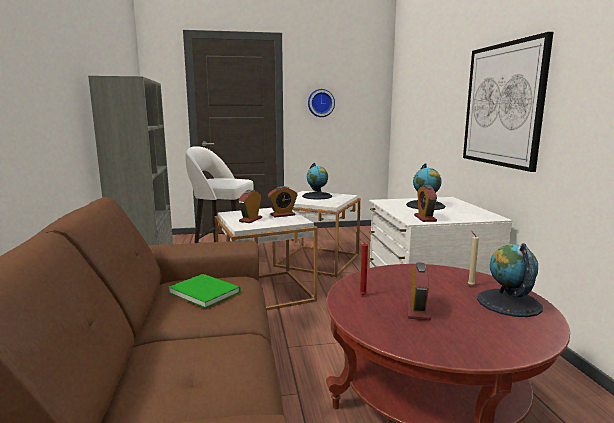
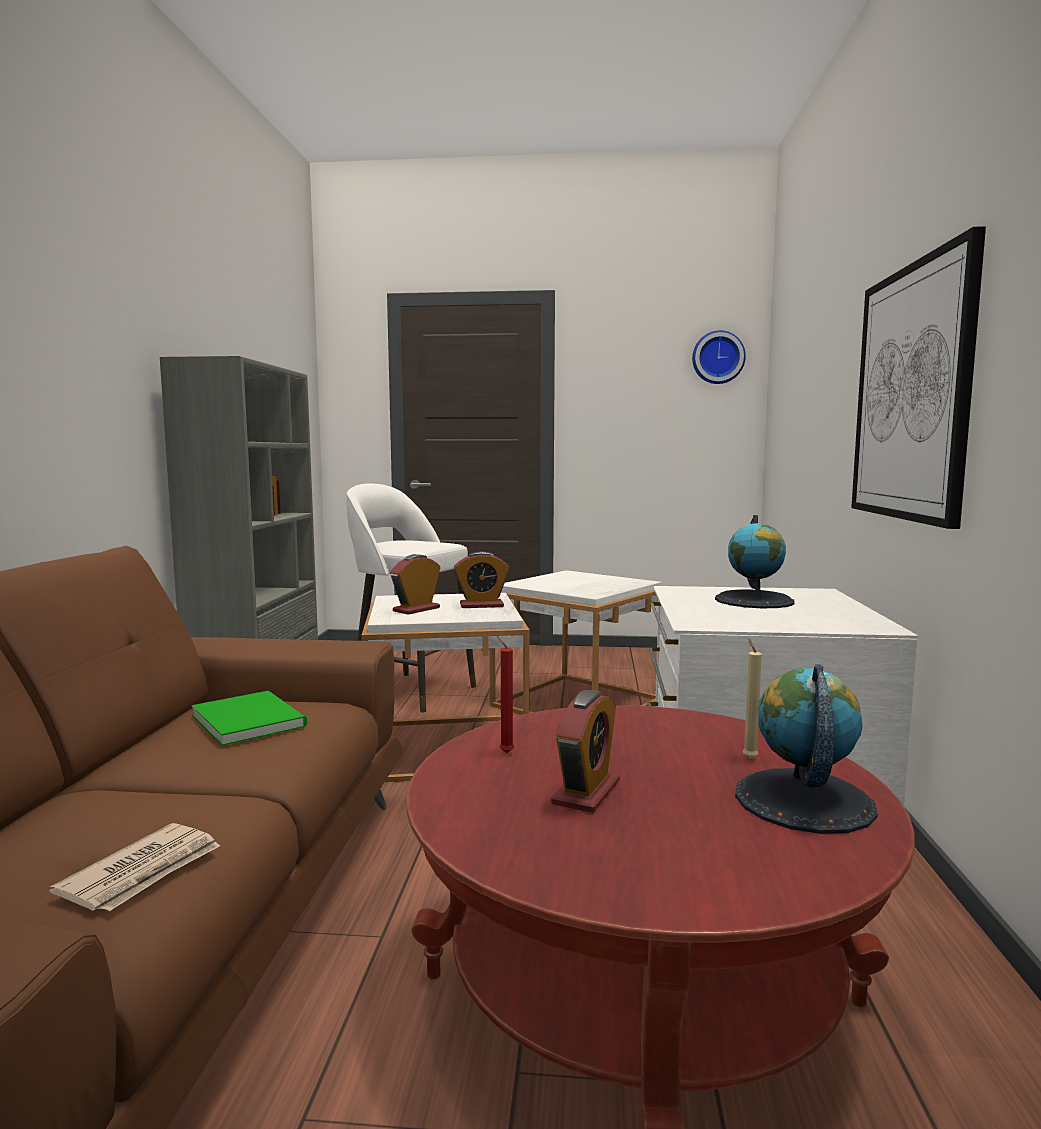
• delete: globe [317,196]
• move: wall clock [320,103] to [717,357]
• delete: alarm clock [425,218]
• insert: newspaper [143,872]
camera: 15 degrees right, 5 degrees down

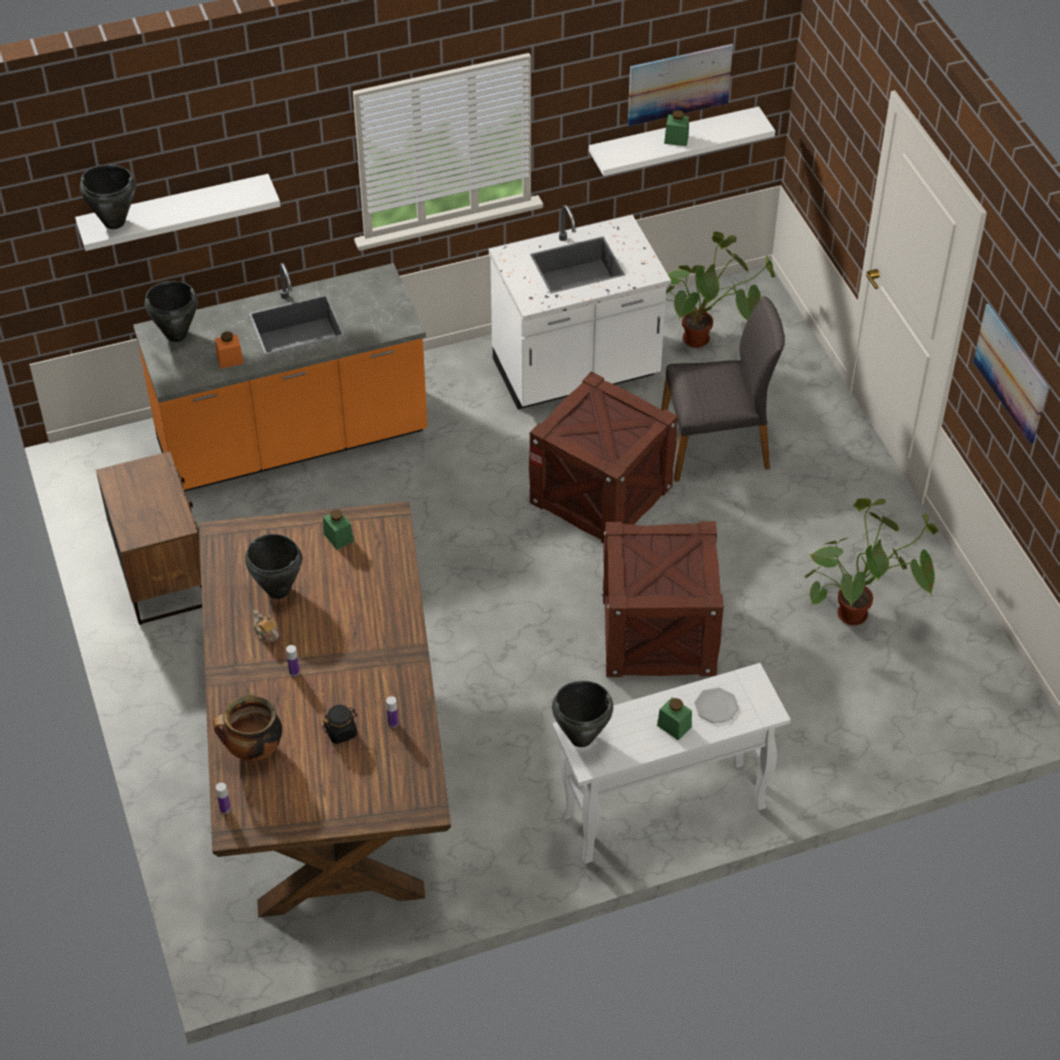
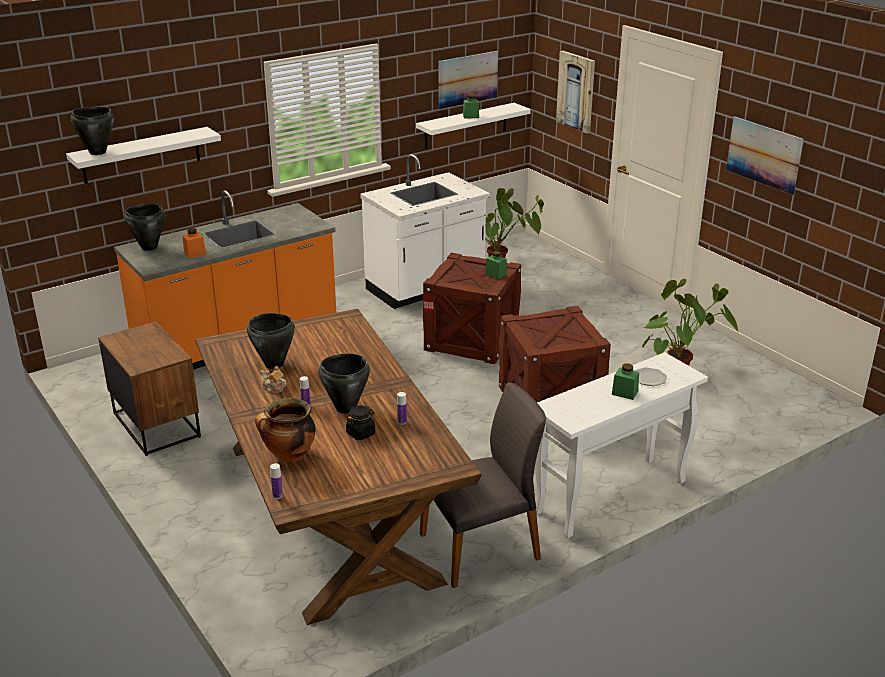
• move: jar/green [338,537] to [496,274]
• move: cooking pot/black [580,737] to [345,408]
• move: chair/grey [716,445] to [481,547]
• insert: picture [576,91]
camera: 15 degrees left, 20 degrees down

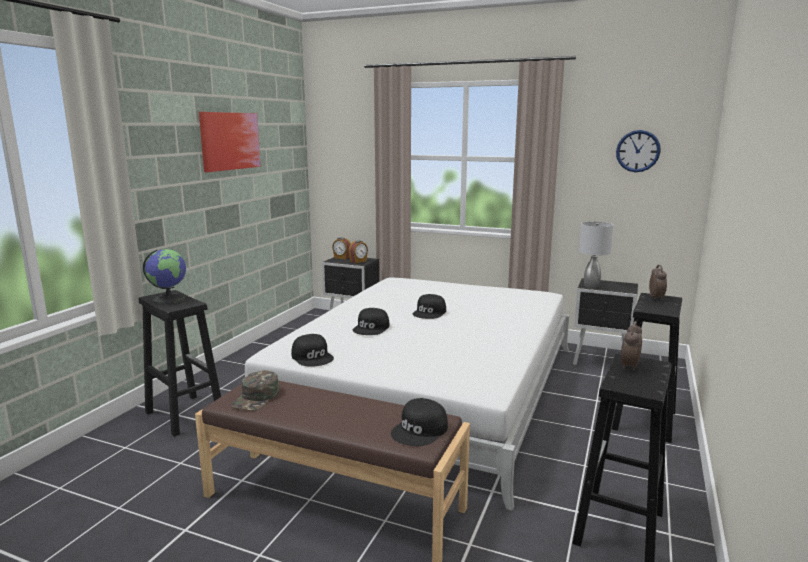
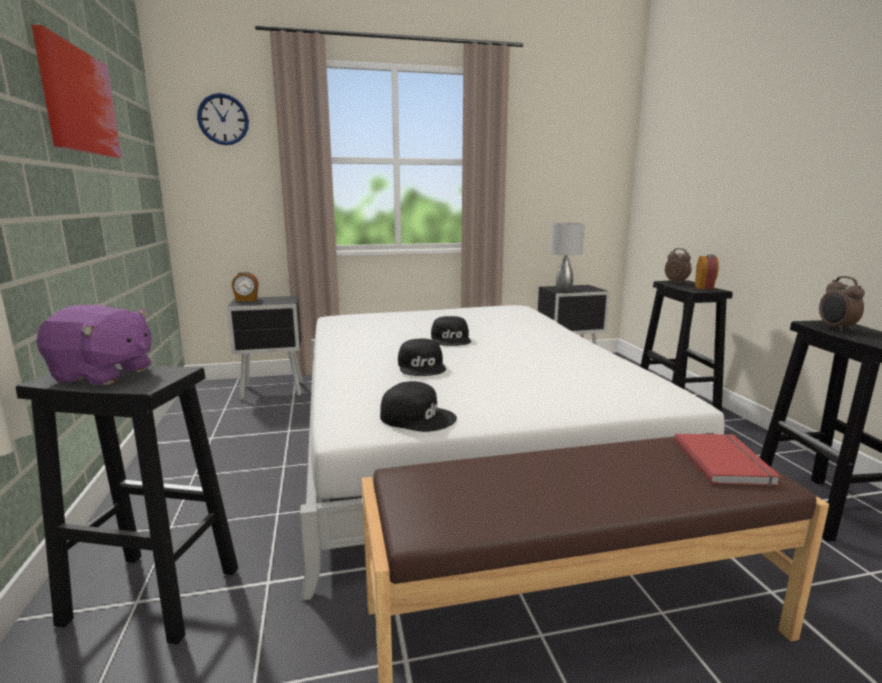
• replace: globe [169,299] to plush toy/purple [103,374]
• delete: cap/green [256,398]
• move: alarm clock [358,261] to [704,287]
• replace: cap/black [420,430] to book/red [725,461]
• move: wall clock [638,151] to [223,119]
camera: 35 degrees left, 0 degrees up

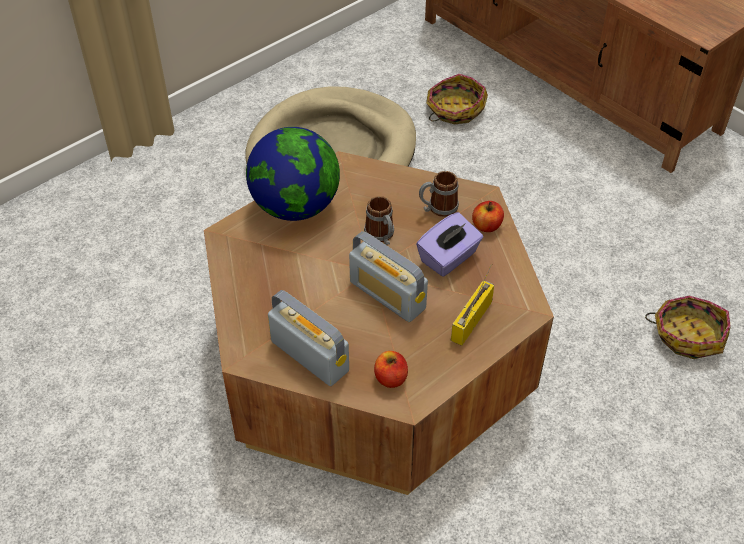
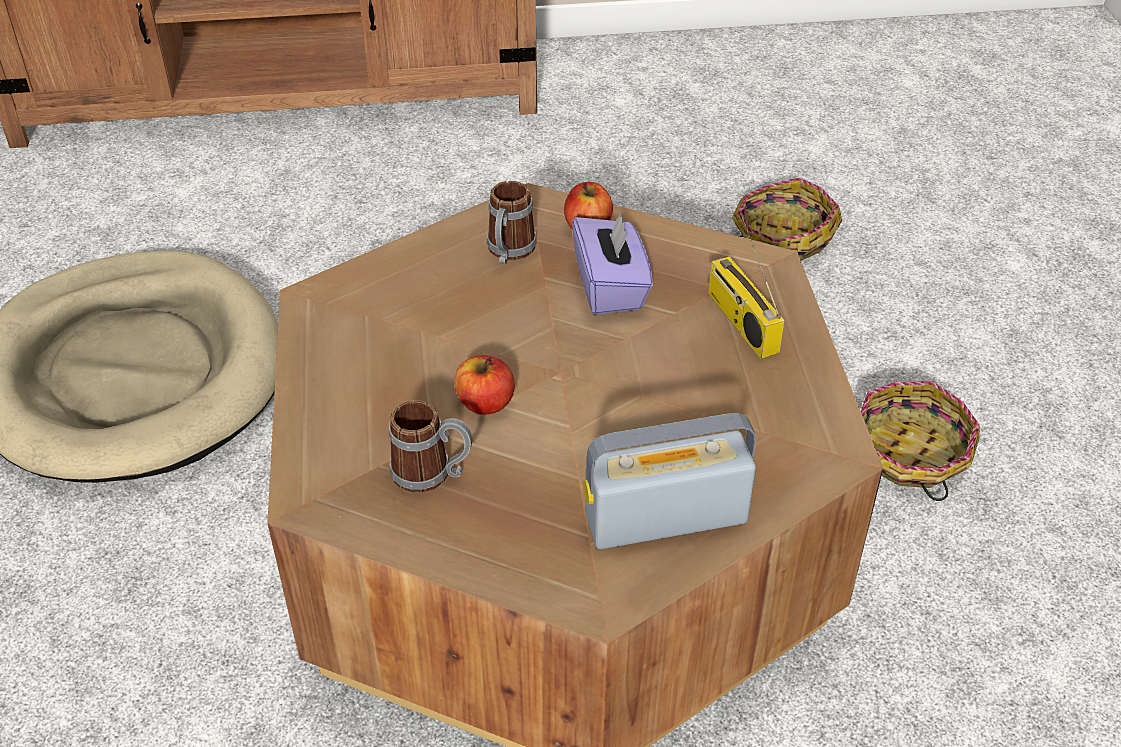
• delete: globe [295,207]
• delete: radio [387,295]
• move: mug [381,237] to [432,474]
• move: apple [390,378] to [485,403]
• move: basket [454,109] to [909,455]
camera: 55 degrees left, 5 degrees down

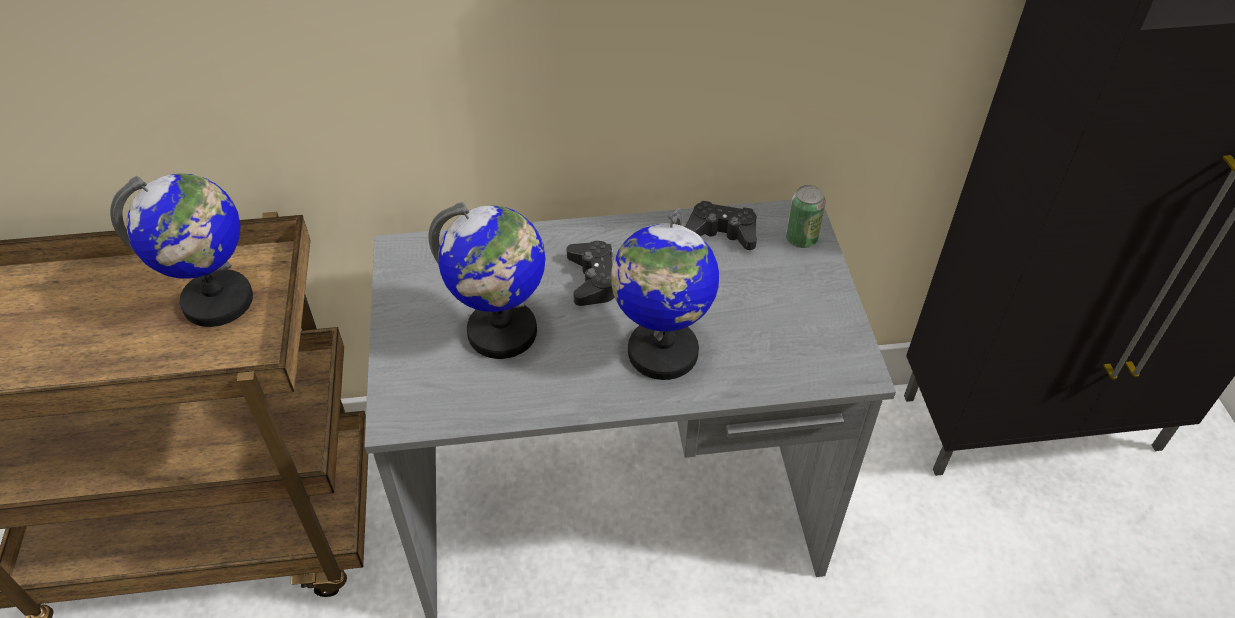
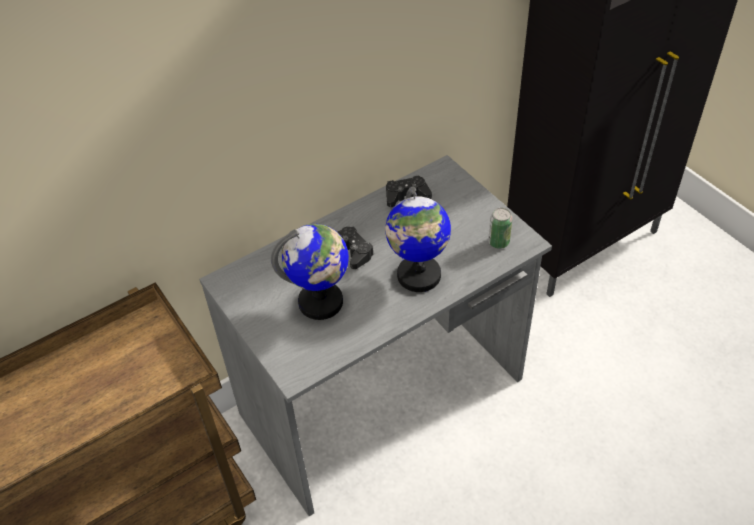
• delete: globe [218,301]
• move: can [801,239] to [498,242]
camera: 25 degrees left, 0 degrees up

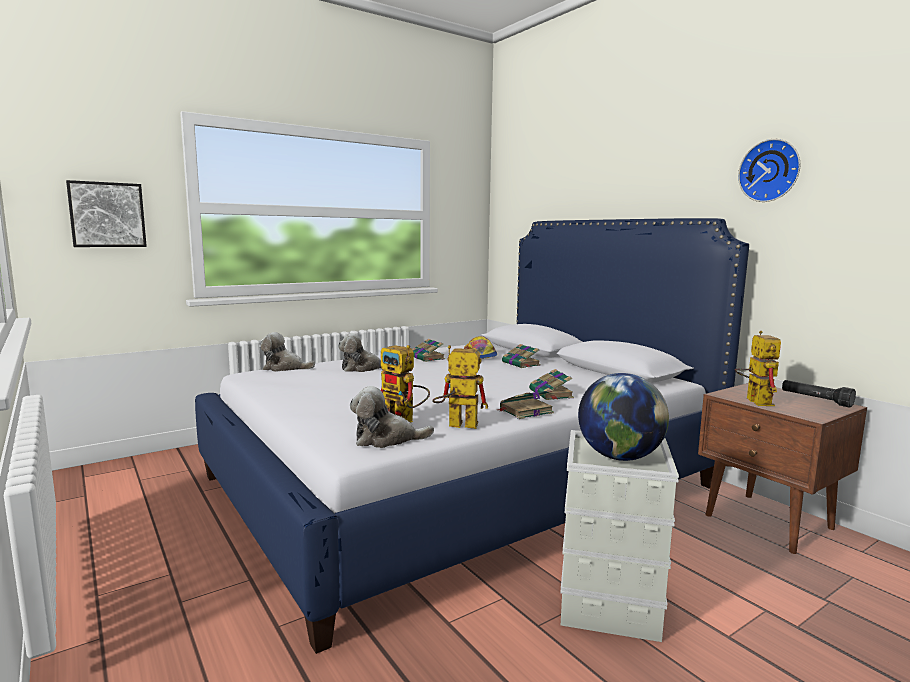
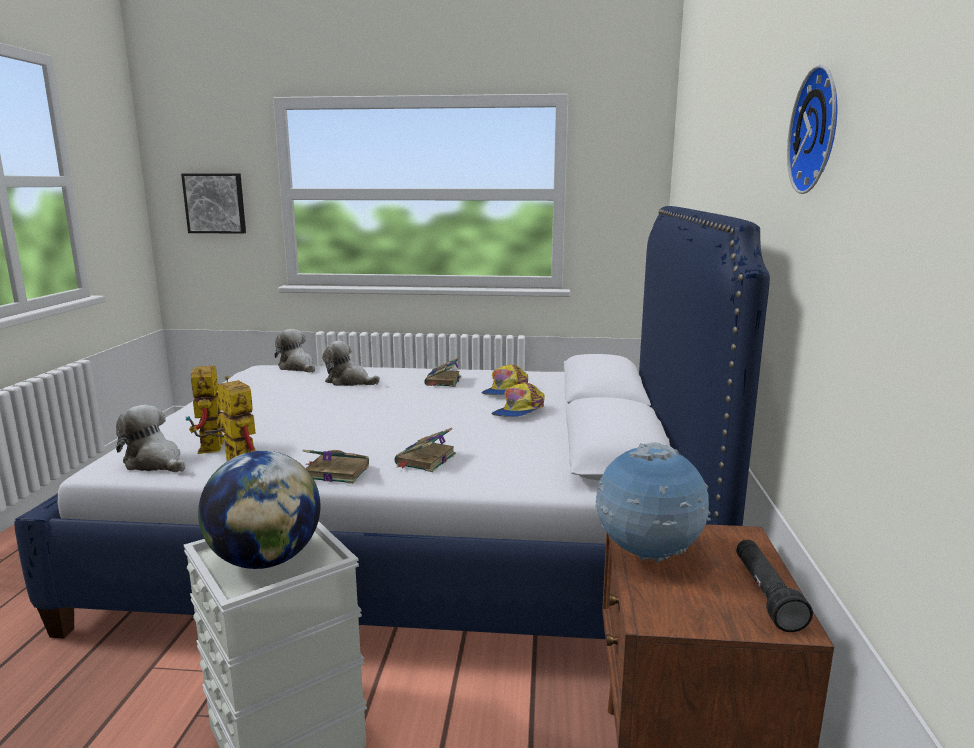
• replace: book [521,364] to cap [519,411]
• replace: toy robot [754,400] to globe [647,556]
camera: 40 degrees right, 5 degrees up

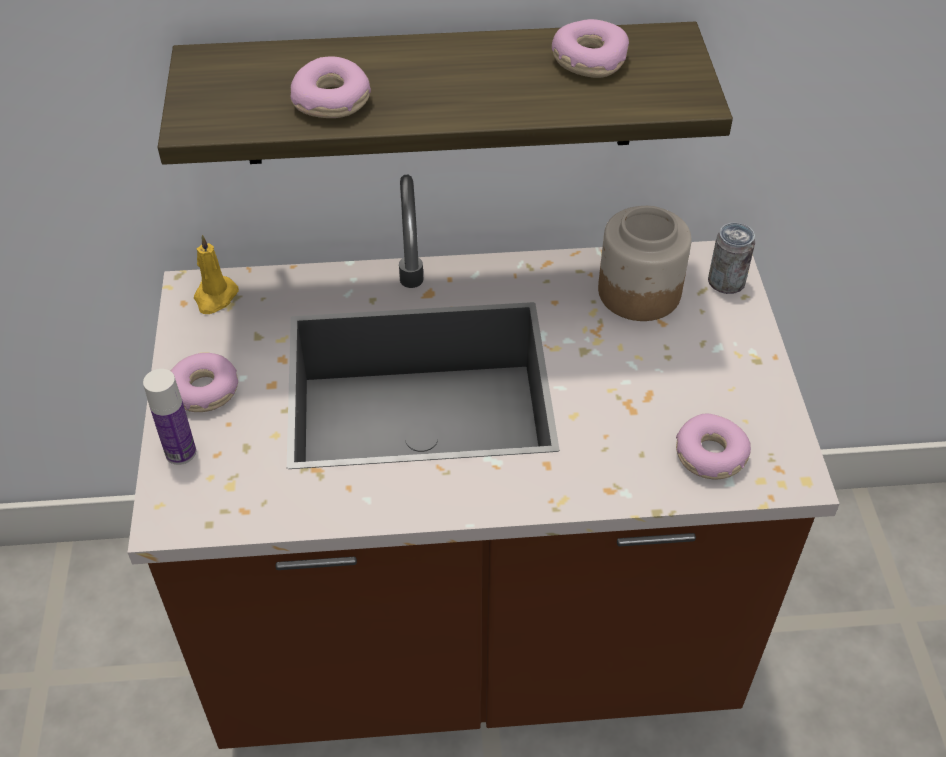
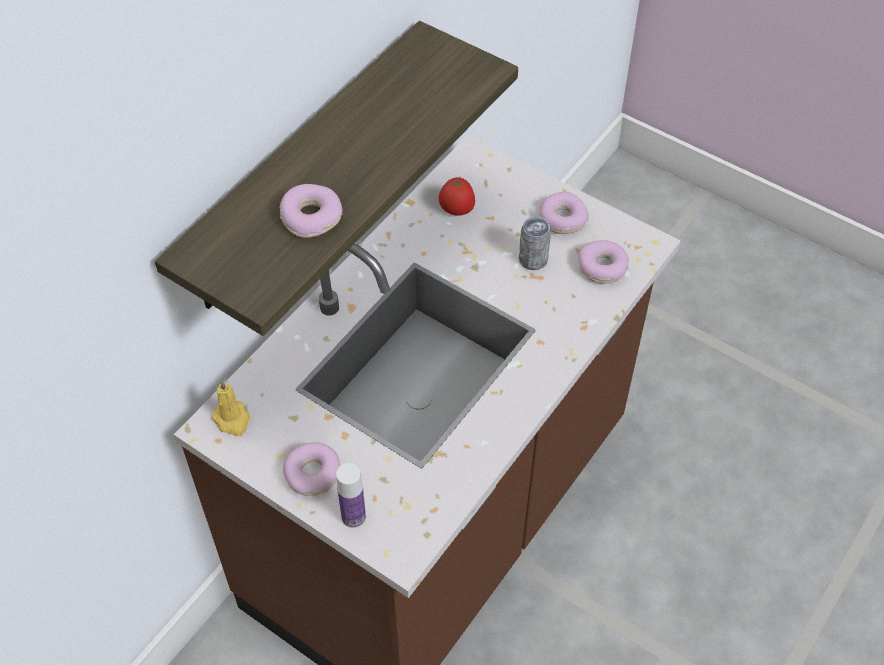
• move: donut [589,60] to [562,219]
• replace: jar [638,292] to tomato [456,211]
• move: can [726,282] to [533,260]
camera: 50 degrees left, 5 degrees up

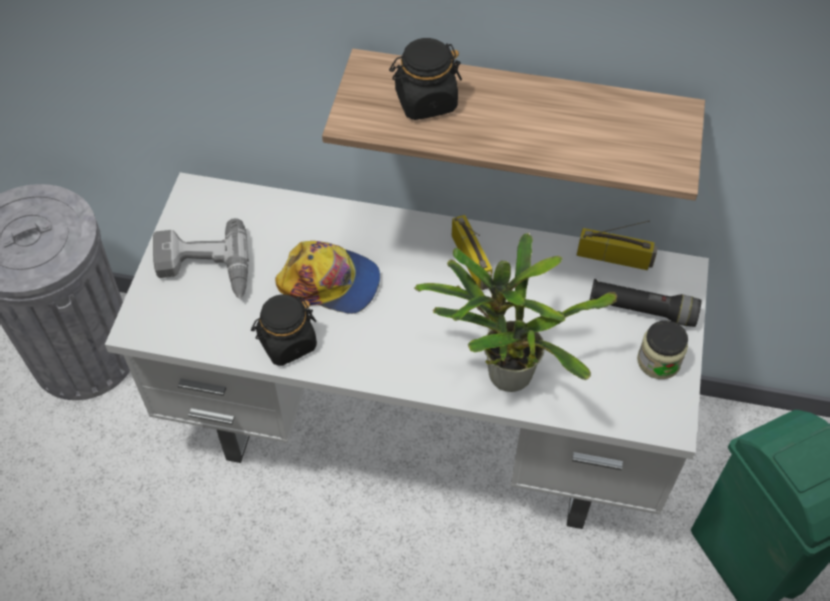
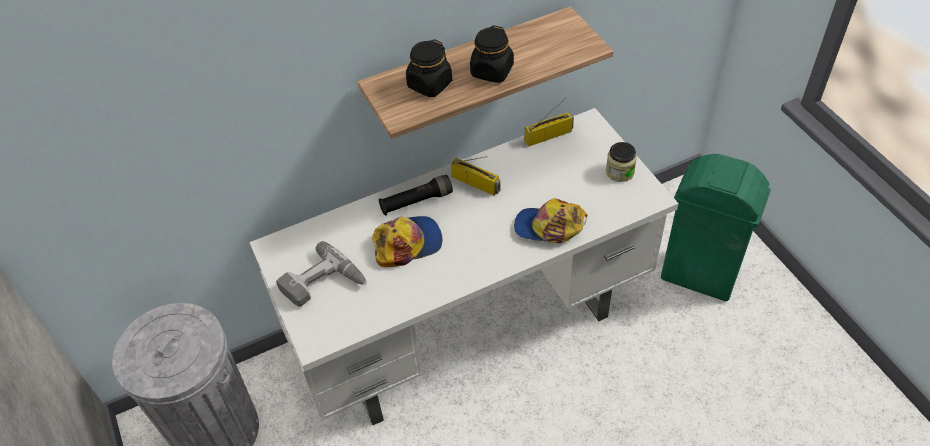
• move: jar/black [287,343] to [492,71]
• replace: potted plant [504,371] to cap [549,227]
• move: flashlight/black [641,310] to [416,201]
camera: 35 degrees left, 5 degrees down

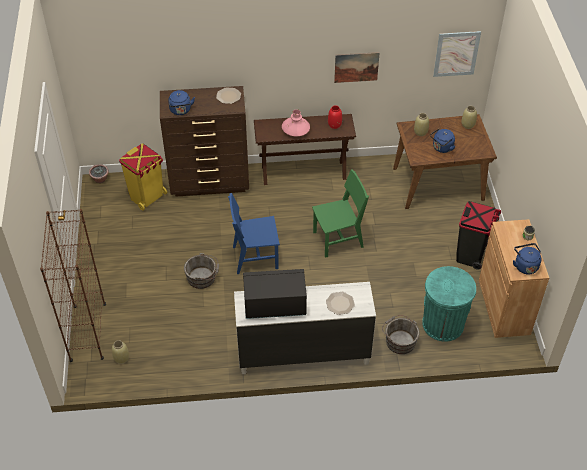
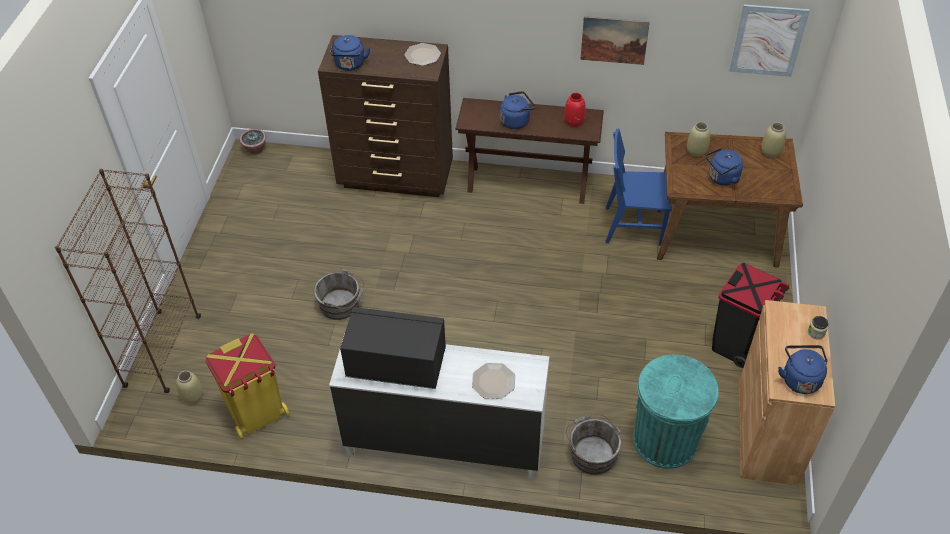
• move: trash can/yellow [147,197] to [257,415]
• move: chair/blue [255,257] to [633,226]
• replace: vase/pink [295,130] to kettle/blue [516,121]
• delete: chair/green [338,239]
camera: 15 degrees right, 0 degrees up

